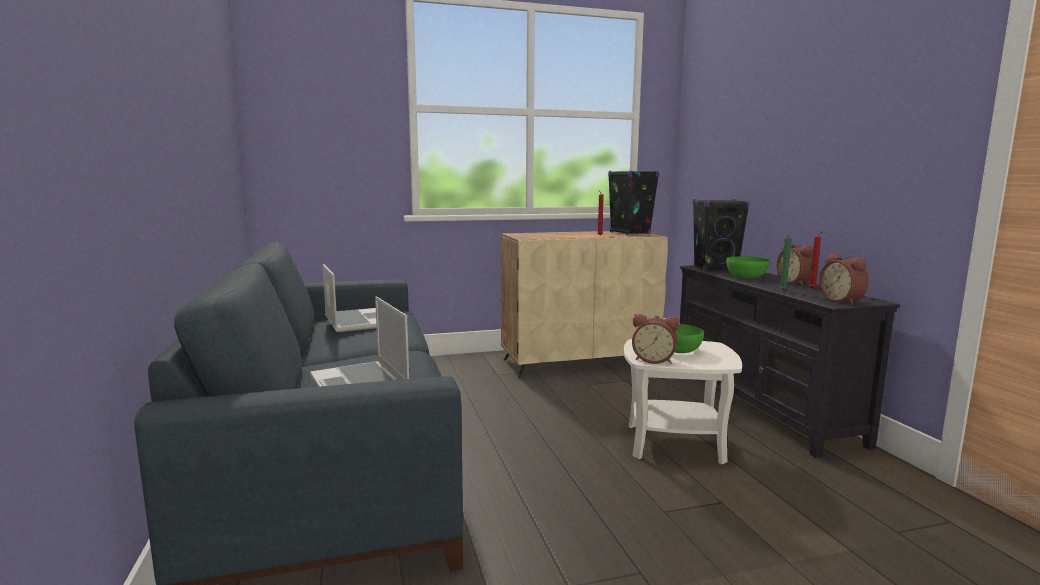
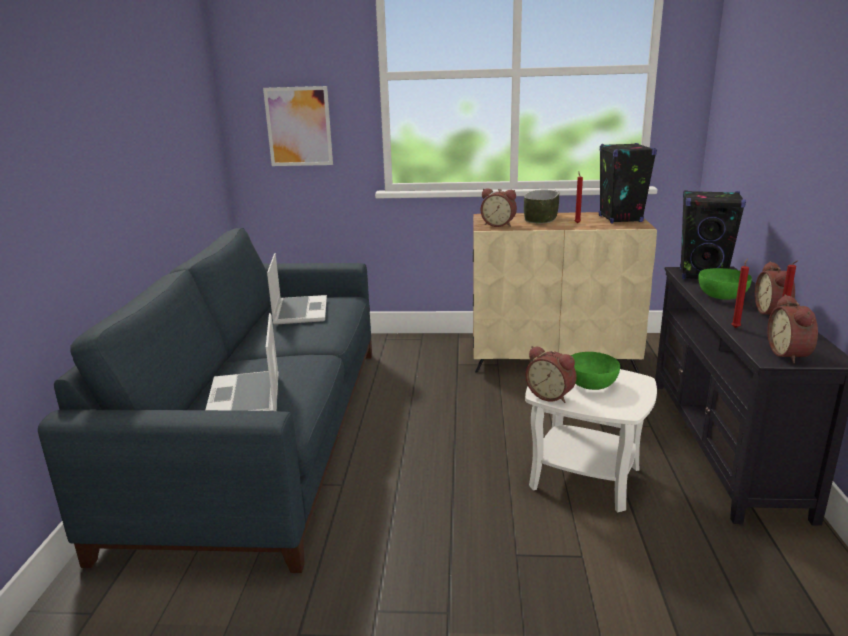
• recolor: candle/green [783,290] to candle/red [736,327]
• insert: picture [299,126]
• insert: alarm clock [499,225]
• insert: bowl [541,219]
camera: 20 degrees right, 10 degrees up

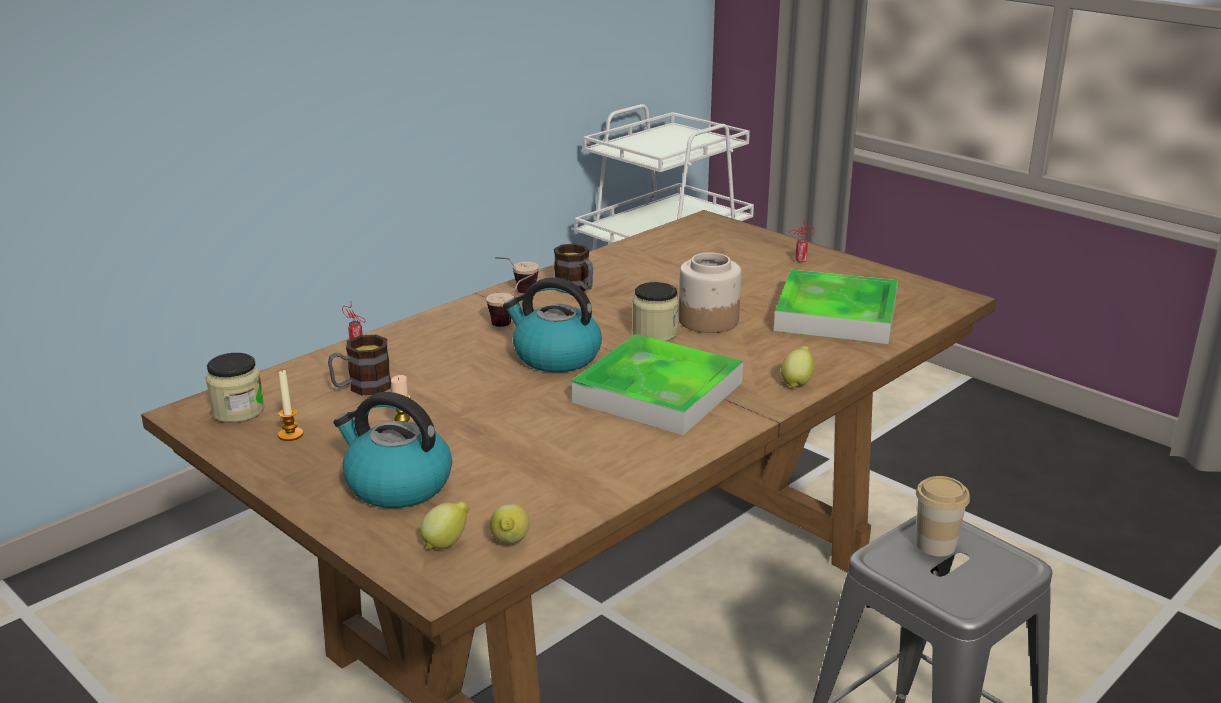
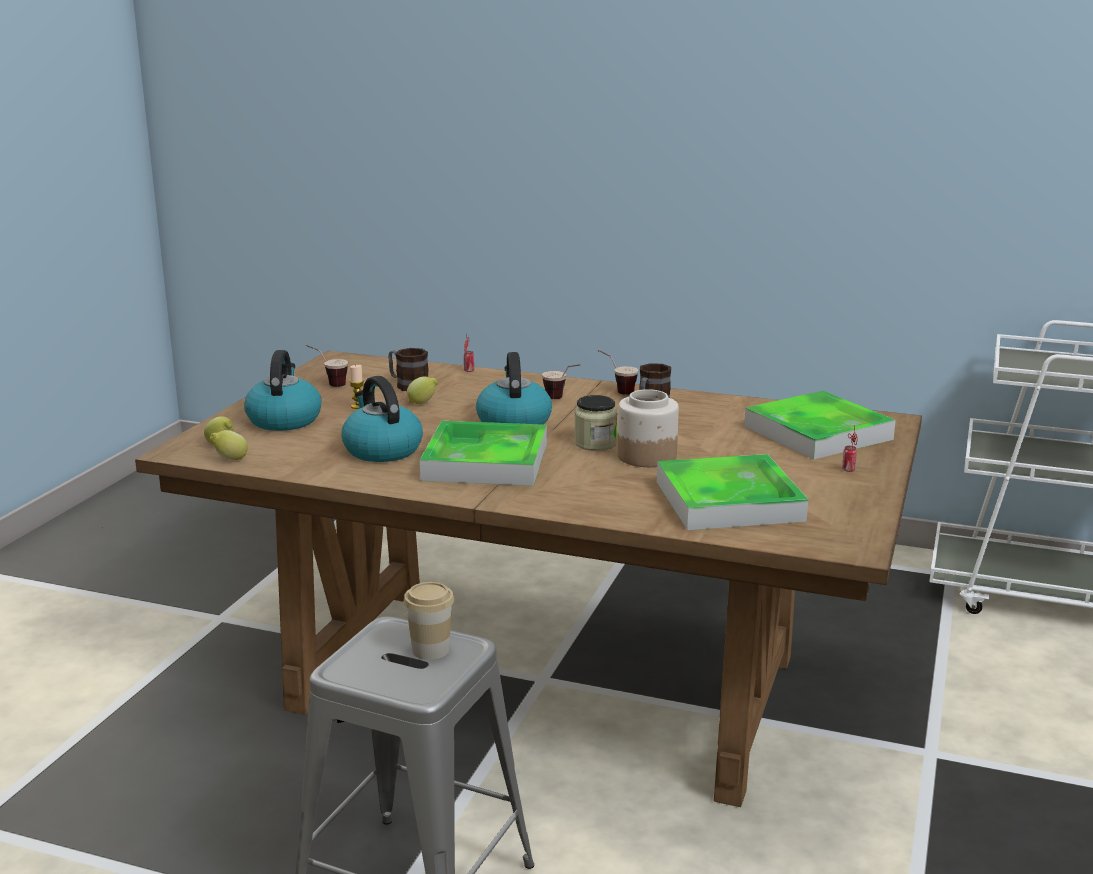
• delete: jar [238,411]
• replace: candle [290,435] to cup [328,384]
• move: lemon [797,382] to [423,403]
• insert: kettle [381,450]
• insert: tray [817,433]
camera: 65 degrees right, 5 degrees down

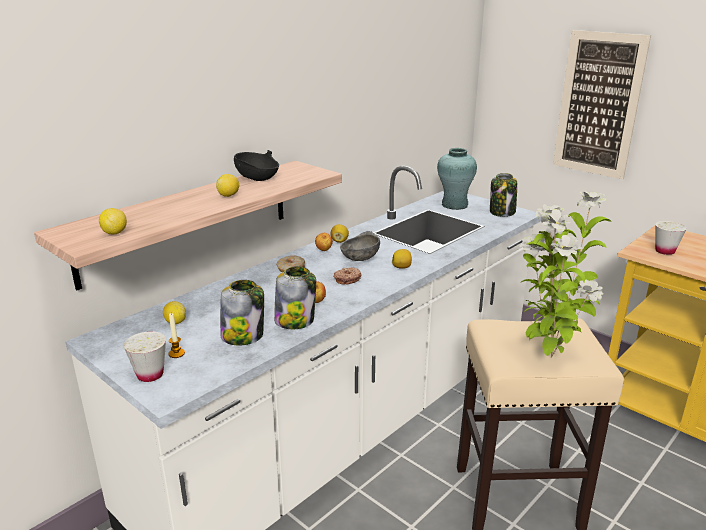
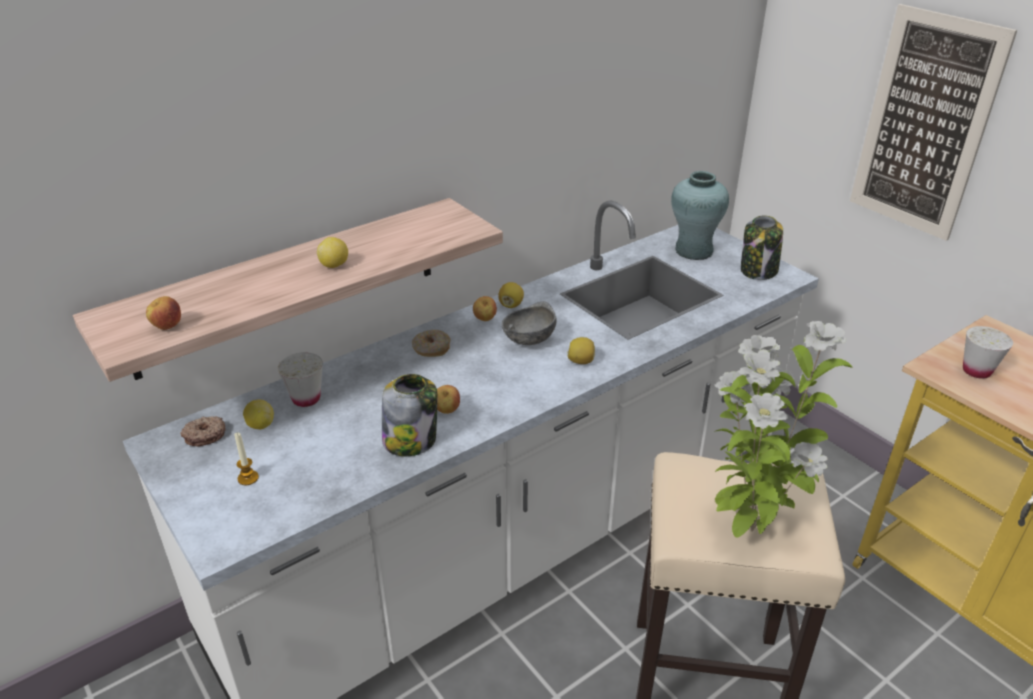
• replace: lemon [114,233] to apple [167,327]
• move: cup/white [150,375] to [306,398]
• delete: jar [243,335]
• delete: bowl/black [258,179]
• move: donut [347,279] to [205,435]
camera: 10 degrees right, 10 degrees up

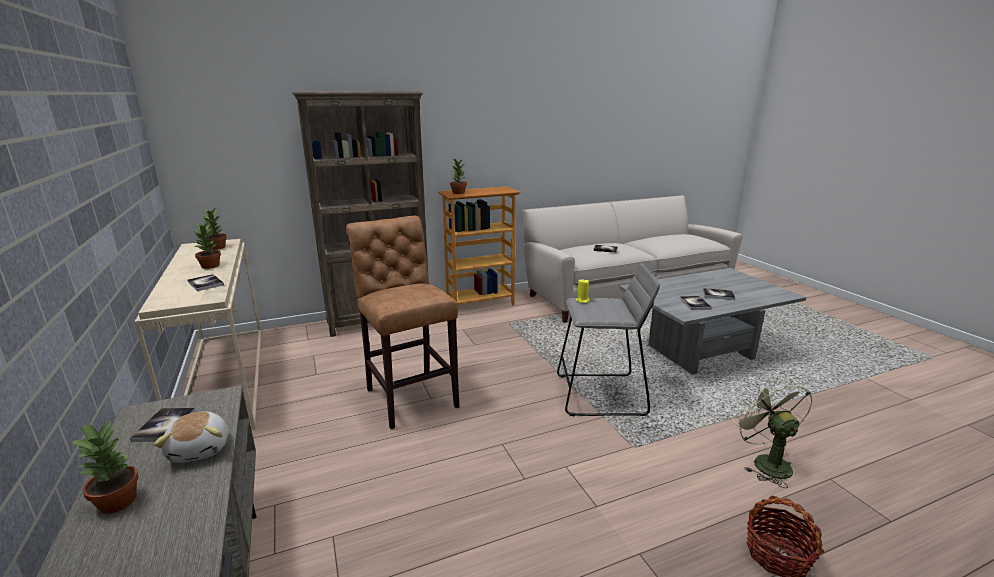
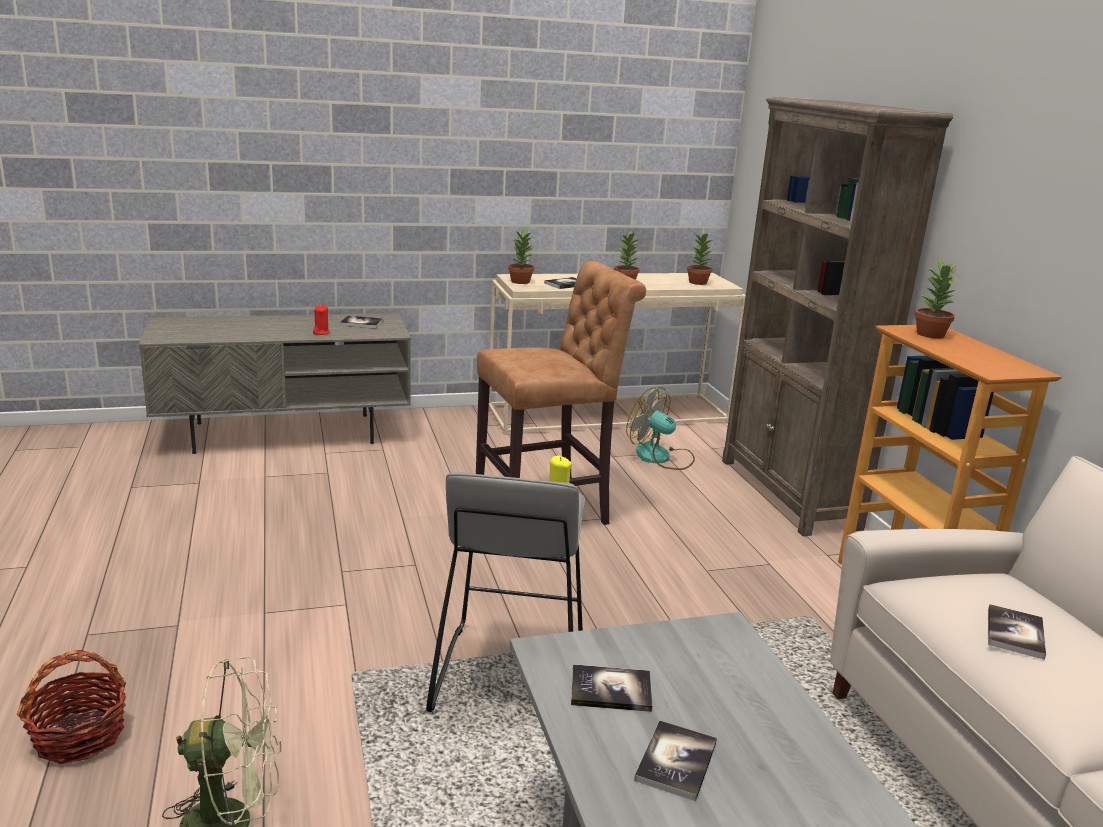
• move: potted plant [118,501] to [521,281]
• replace: plush toy [201,449] to candle/red [321,332]
• insert: fan [660,457]
camera: 95 degrees right, 0 degrees up

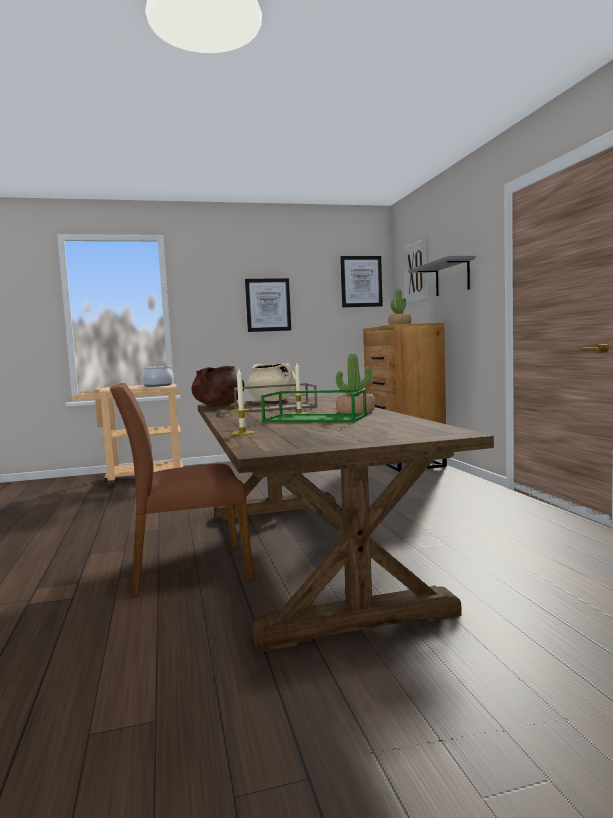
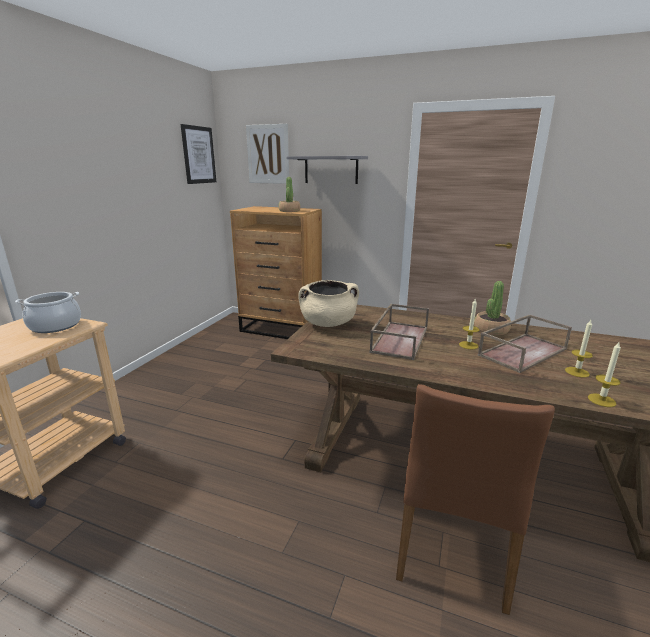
• delete: cooking pot/brown [219,405]
• delete: picture [268,305]
• recolor: tray/green [316,418] to tray/brown [522,351]
• insert: candle [577,372]
camera: 55 degrees left, 15 degrees up

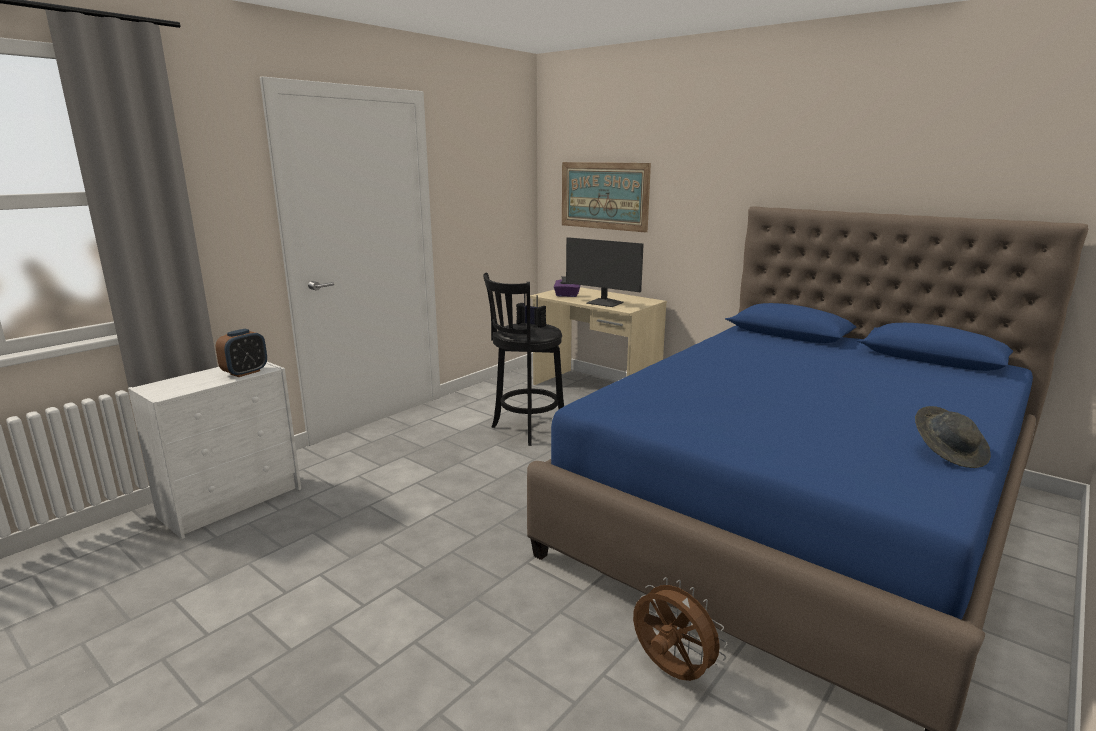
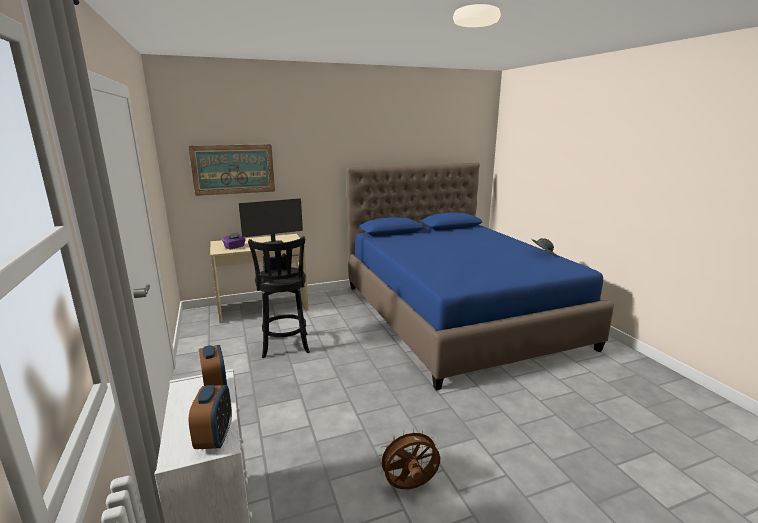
• move: fan/brown [670,672] to [410,487]
• insert: alarm clock [215,438]
camera: 60 degrees left, 0 degrees up

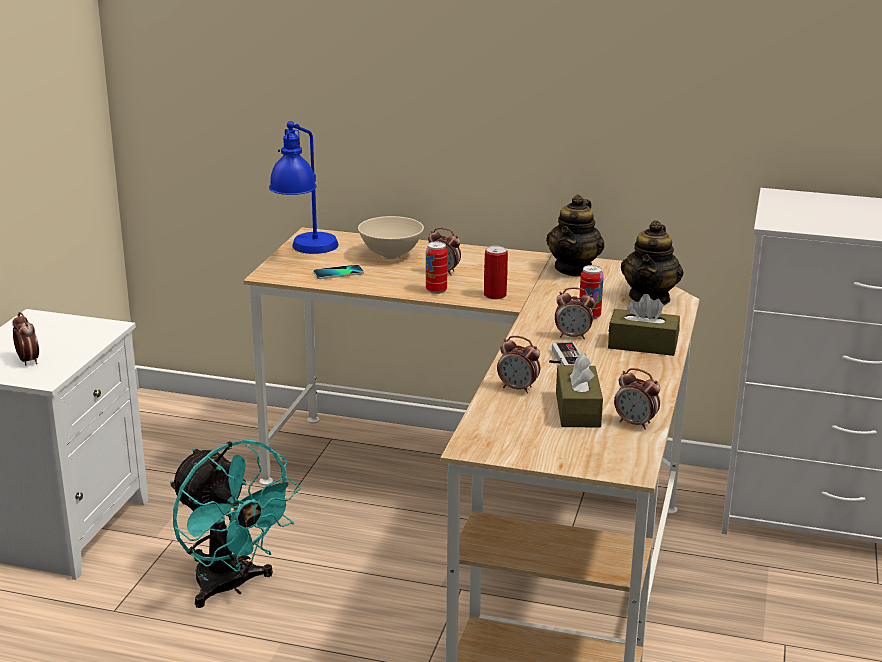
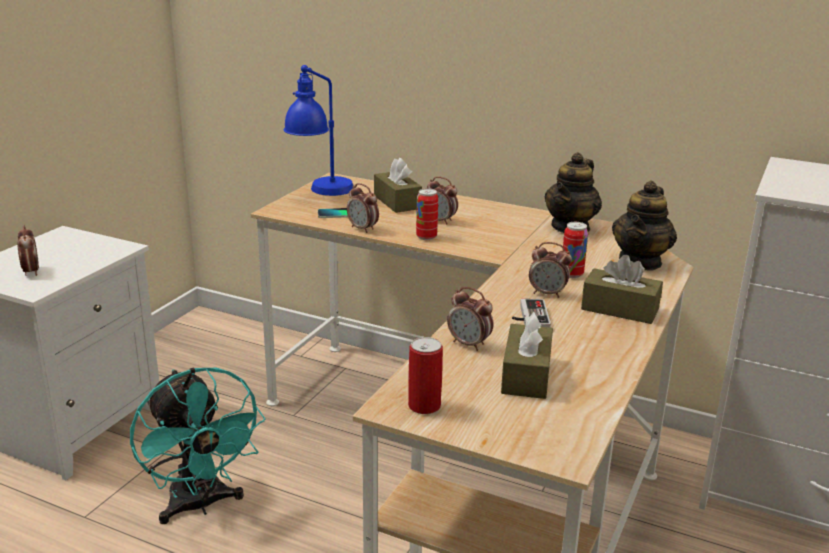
• replace: bowl/beige [390,255] to tissue box/brown [397,202]
• move: can [495,295] to [424,406]
• move: alarm clock [635,423] to [363,229]
camera: 10 degrees right, 0 degrees up

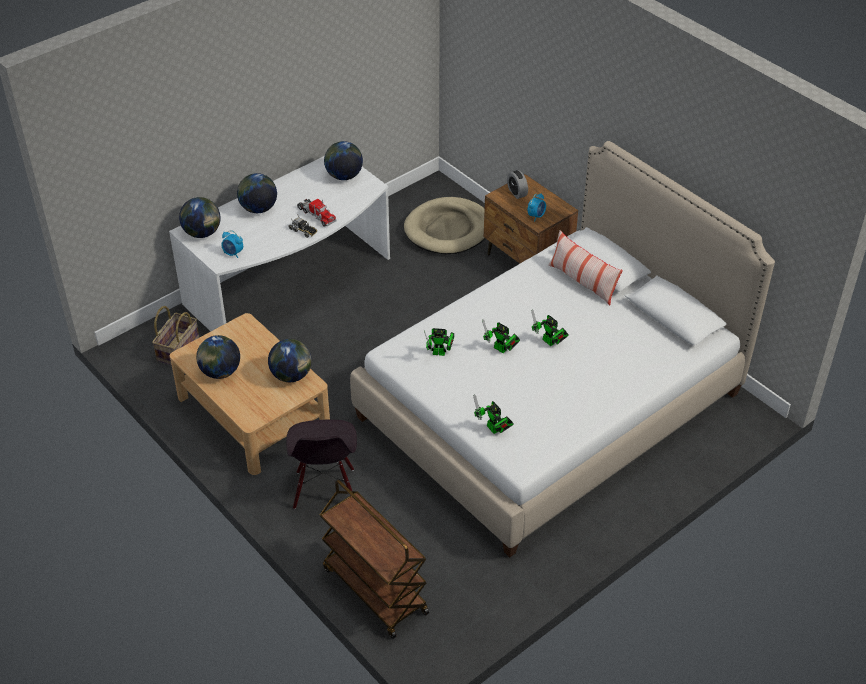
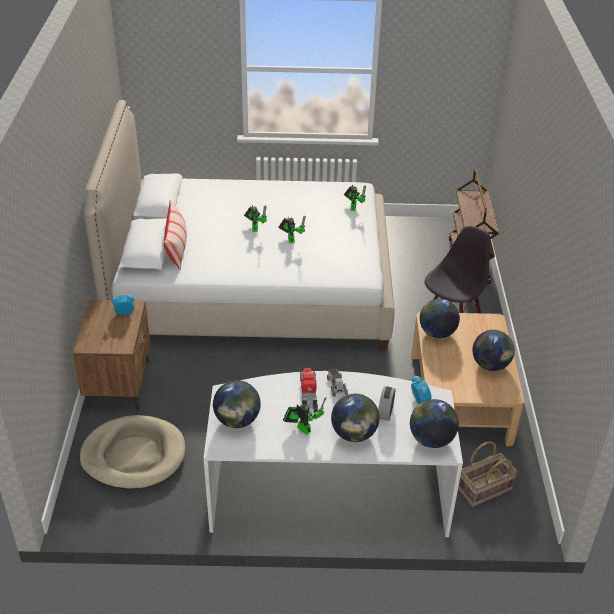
• move: toy robot [441,353] to [302,428]
• move: alarm clock [517,193] to [385,412]
camera: 140 degrees left, 5 degrees down

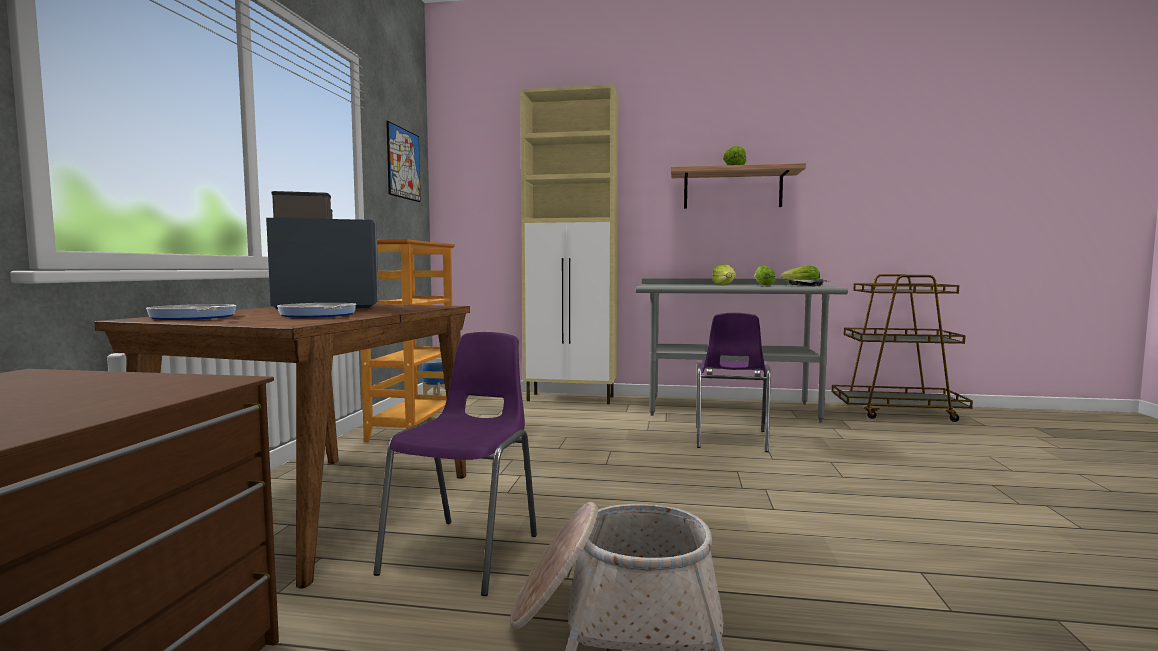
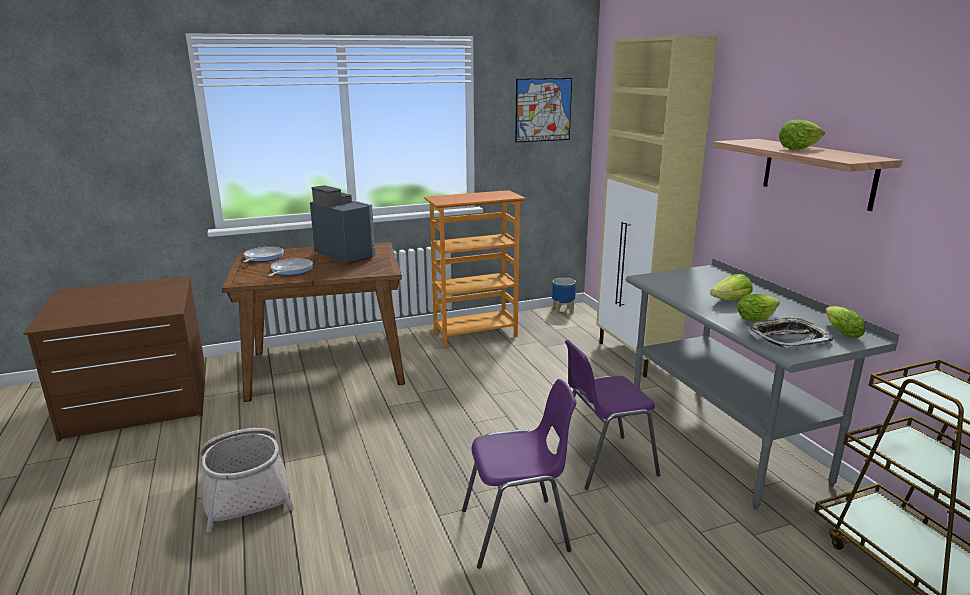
• move: chair/purple [465,553] to [518,531]
camera: 60 degrees right, 15 degrees up

